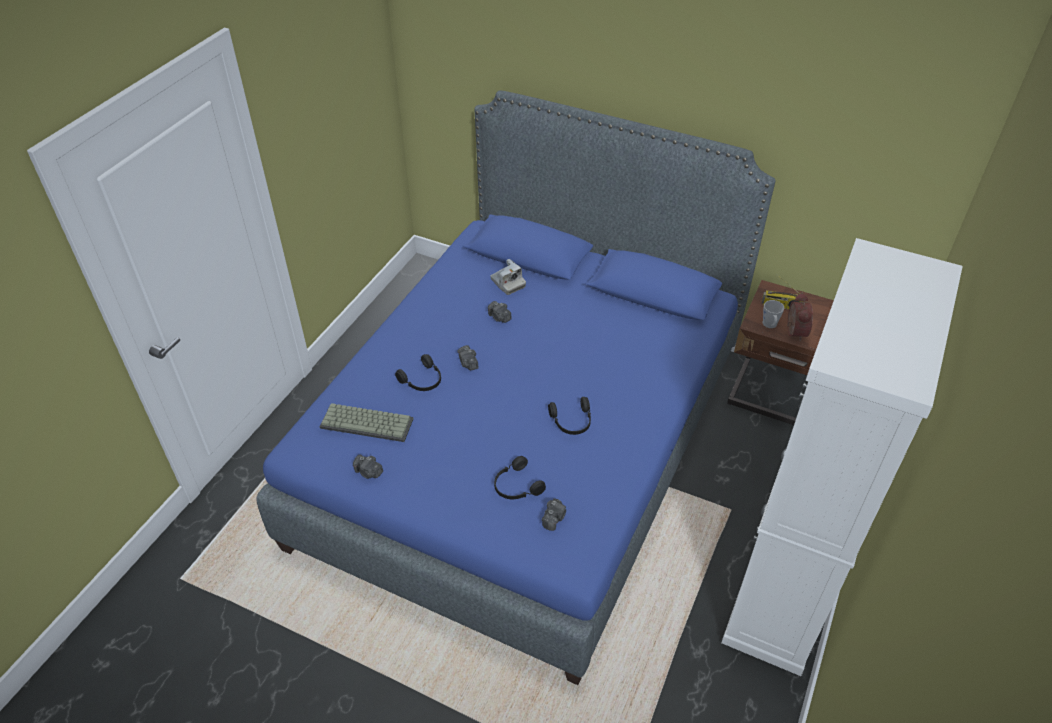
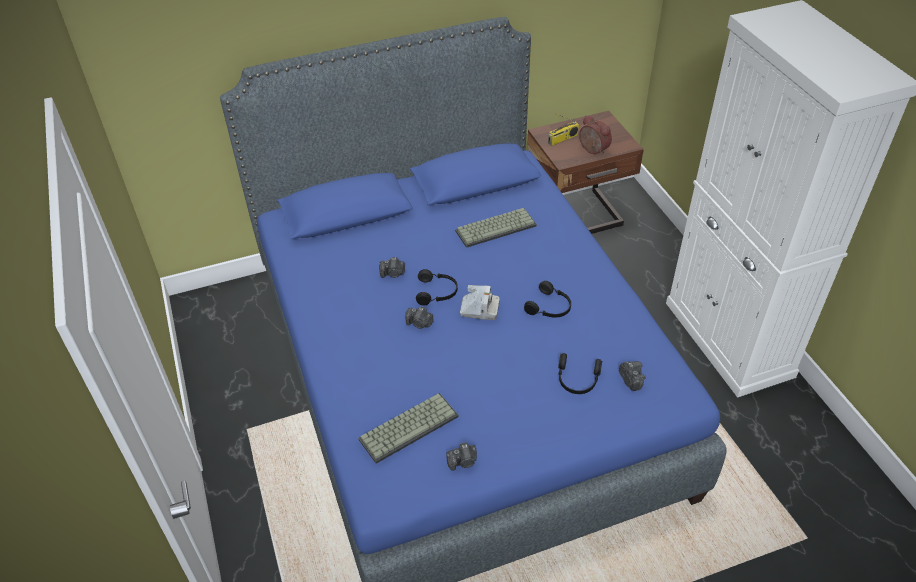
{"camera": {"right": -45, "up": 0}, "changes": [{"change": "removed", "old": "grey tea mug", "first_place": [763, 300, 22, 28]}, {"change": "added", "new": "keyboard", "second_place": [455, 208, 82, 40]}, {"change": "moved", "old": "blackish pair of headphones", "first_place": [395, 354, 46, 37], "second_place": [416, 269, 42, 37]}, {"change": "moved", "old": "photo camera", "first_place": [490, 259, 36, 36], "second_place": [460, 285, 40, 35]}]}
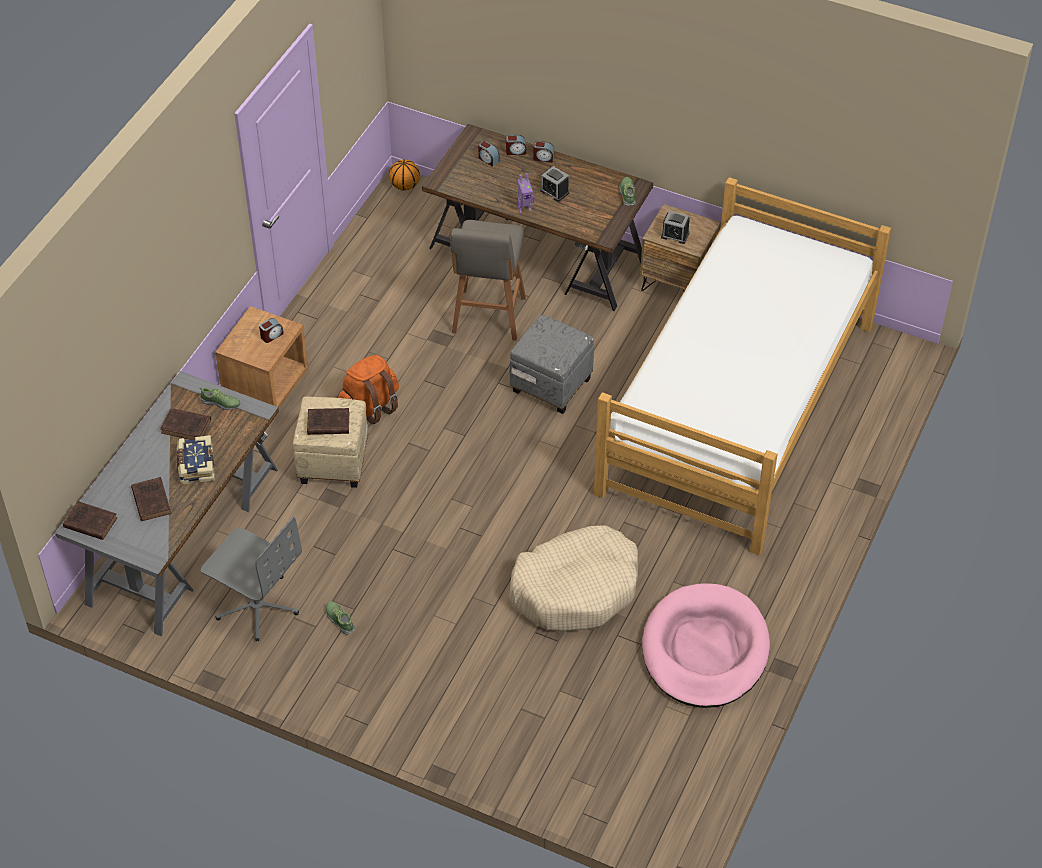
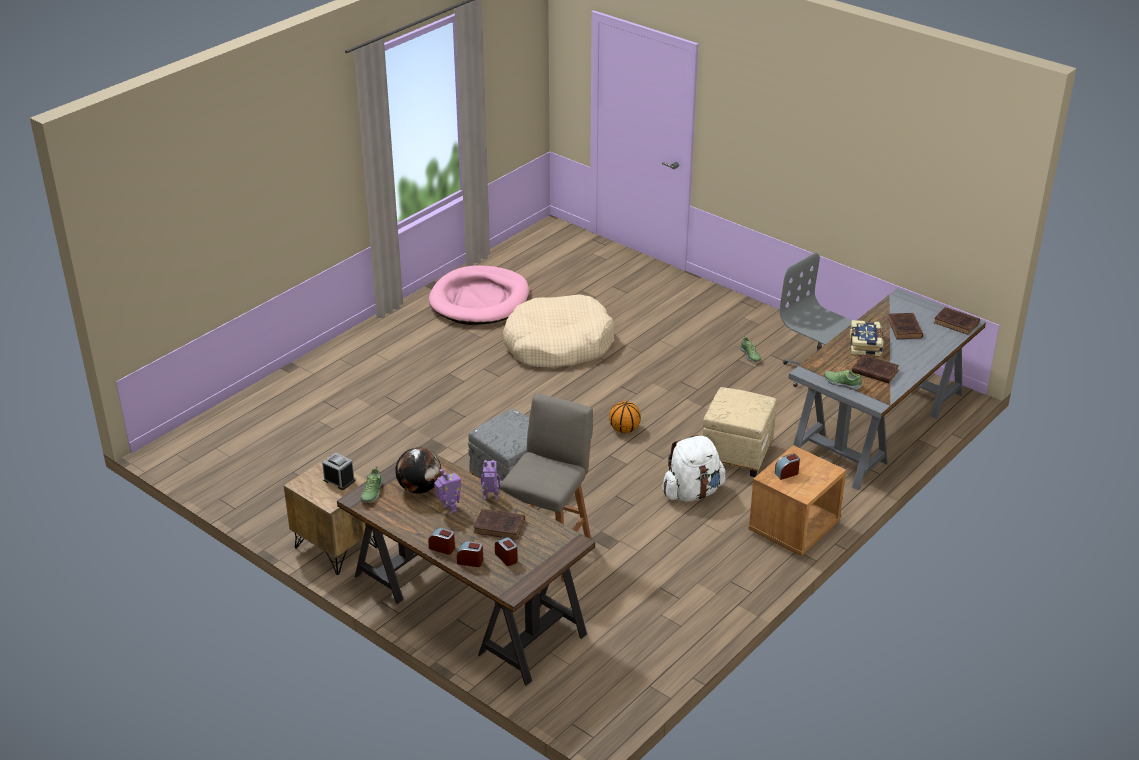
{"camera": {"right": -165, "up": -15}, "changes": [{"change": "removed", "old": "bed", "first_place": [594, 177, 297, 378]}, {"change": "added", "new": "globe", "second_place": [395, 447, 46, 47]}, {"change": "moved", "old": "brown-coloured book", "first_place": [307, 408, 42, 27], "second_place": [473, 509, 52, 31]}, {"change": "moved", "old": "basketball ball", "first_place": [389, 159, 31, 32], "second_place": [609, 401, 32, 32]}, {"change": "replaced", "old": "bedside clock", "new": "robot figure", "first_place": [540, 166, 29, 36], "second_place": [434, 469, 27, 45]}, {"change": "recoloured", "old": "orange-coloured backpack", "new": "whitish backpack", "first_place": [338, 355, 61, 69], "second_place": [662, 435, 63, 67]}]}
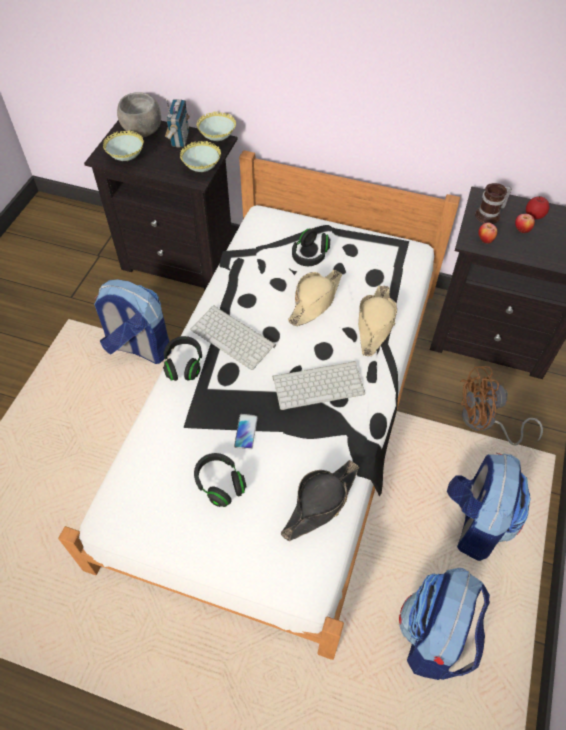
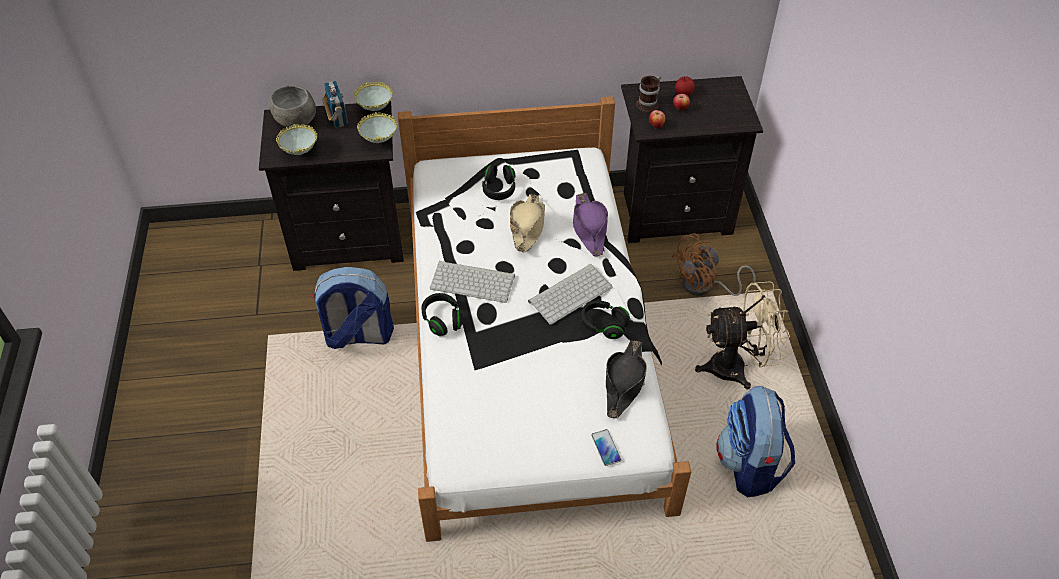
{"camera": {"right": -25, "up": -5}, "changes": [{"change": "moved", "old": "blackish pair of headphones", "first_place": [194, 453, 52, 54], "second_place": [581, 301, 49, 38]}, {"change": "moved", "old": "handset", "first_place": [234, 414, 24, 36], "second_place": [591, 429, 30, 37]}, {"change": "replaced", "old": "backpack", "new": "beige cooling fan", "first_place": [447, 453, 84, 108], "second_place": [695, 281, 95, 108]}, {"change": "recoloured", "old": "beige hat", "new": "purple hat", "first_place": [358, 286, 39, 70], "second_place": [573, 193, 35, 64]}]}
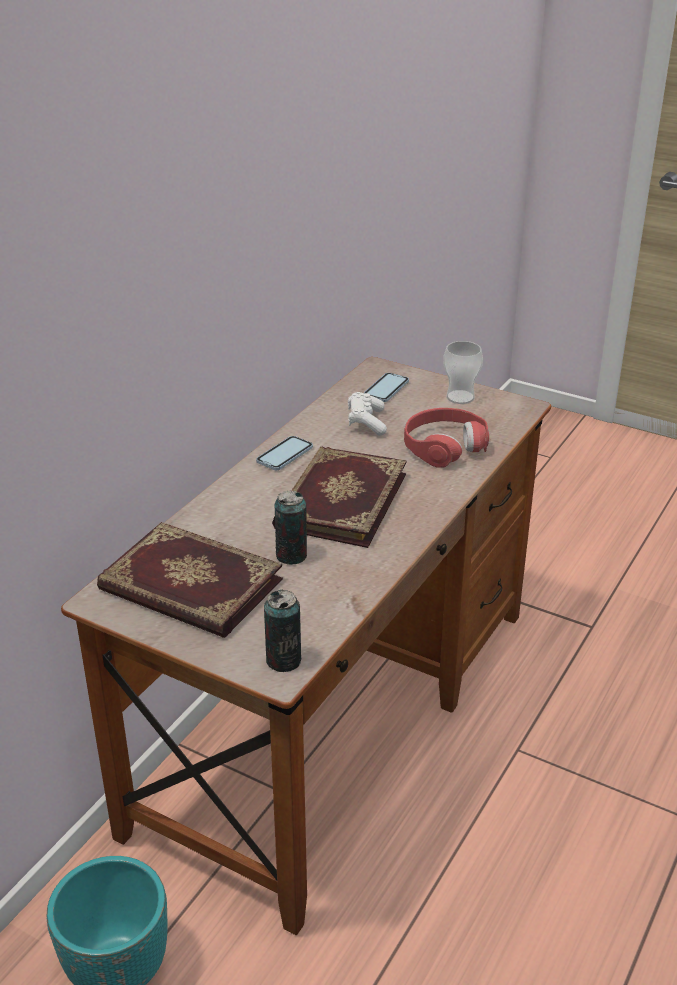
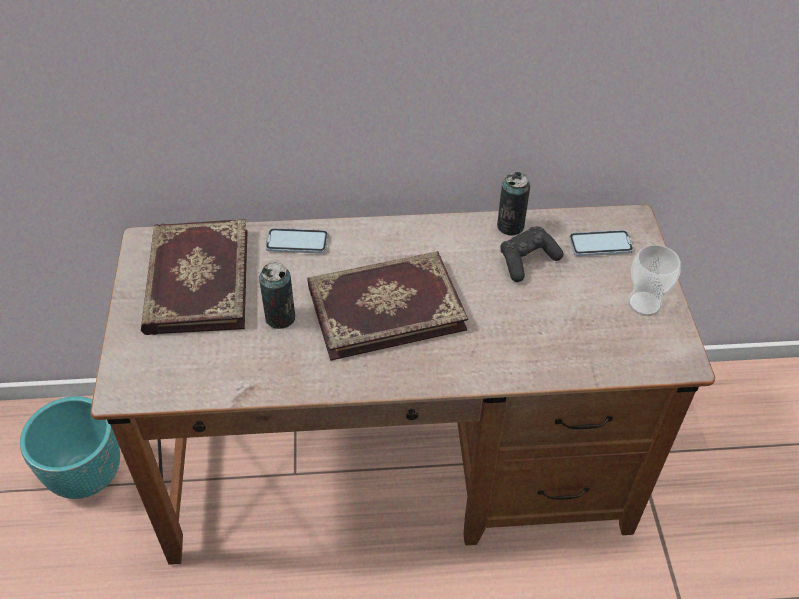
{"camera": {"right": 55, "up": 15}, "changes": [{"change": "removed", "old": "reddish pair of headphones", "first_place": [404, 408, 85, 60]}, {"change": "moved", "old": "handset", "first_place": [256, 436, 57, 34], "second_place": [265, 228, 63, 26]}, {"change": "moved", "old": "sealed can", "first_place": [264, 590, 37, 82], "second_place": [497, 172, 33, 64]}, {"change": "recoloured", "old": "whitish joypad", "new": "blackish joypad", "first_place": [348, 392, 39, 44], "second_place": [500, 226, 63, 56]}]}
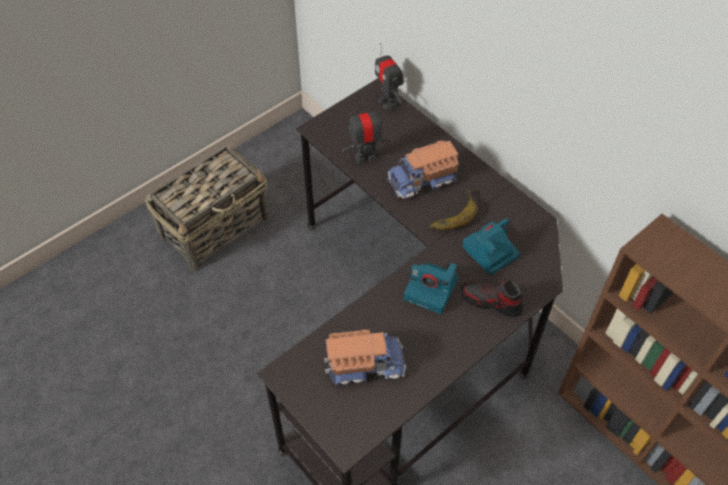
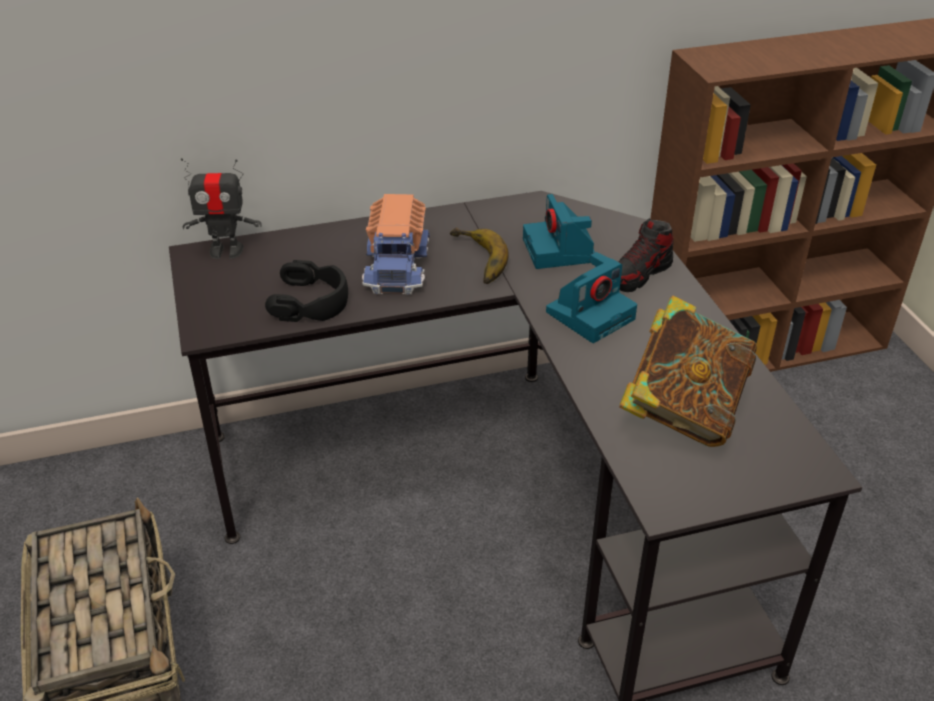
{"camera": {"right": -65, "up": -15}, "changes": [{"change": "replaced", "old": "toy truck", "new": "book", "first_place": [324, 330, 84, 56], "second_place": [619, 296, 138, 151]}, {"change": "replaced", "old": "robot figure", "new": "blackish pair of headphones", "first_place": [342, 104, 48, 60], "second_place": [265, 260, 83, 62]}]}
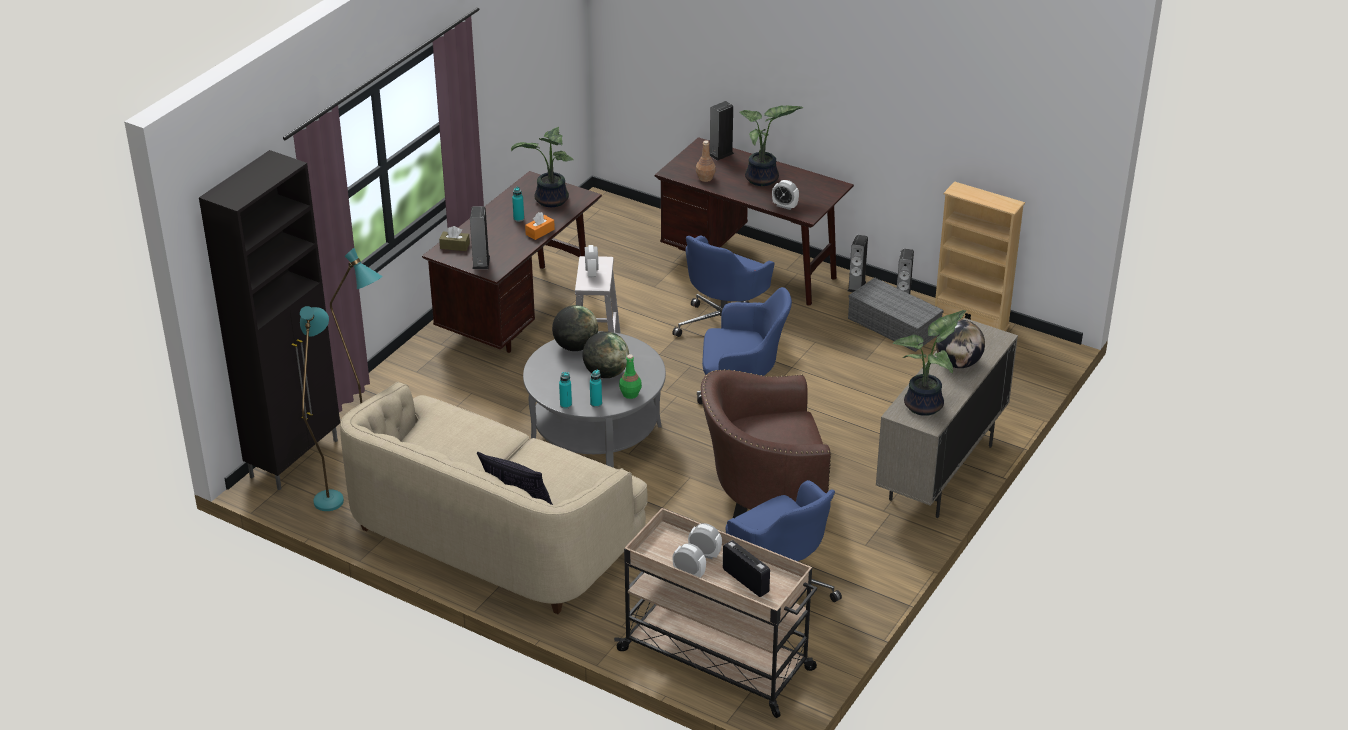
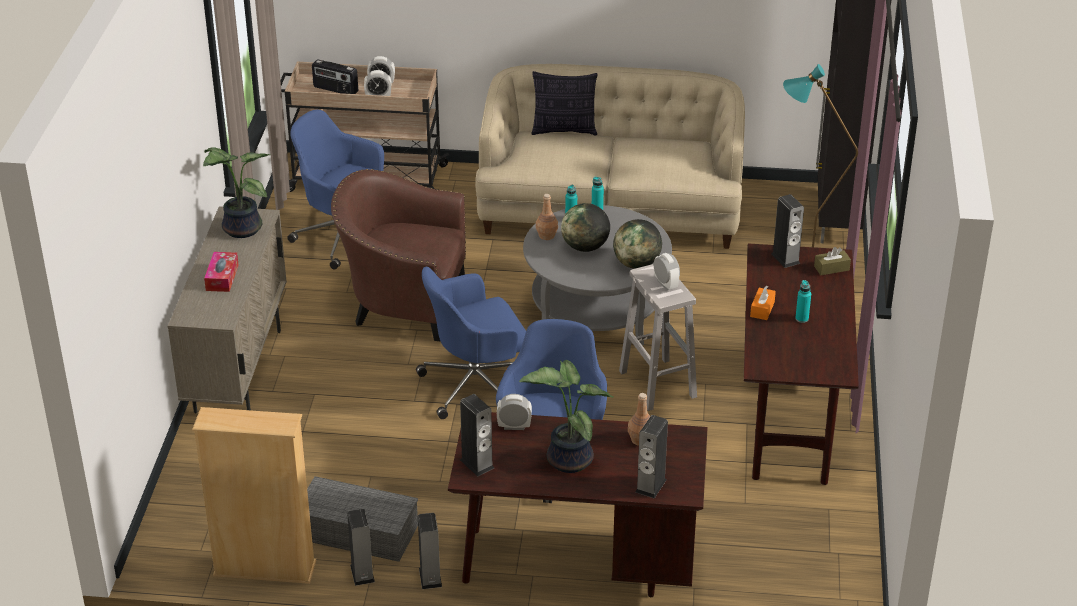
{"camera": {"right": 155, "up": 0}, "changes": [{"change": "removed", "old": "turquoise floor lamp", "first_place": [300, 306, 44, 205]}, {"change": "removed", "old": "potted plant", "first_place": [511, 127, 63, 80]}, {"change": "added", "new": "loudspeaker", "second_place": [460, 394, 34, 82]}, {"change": "replaced", "old": "globe", "new": "tissue box", "first_place": [936, 320, 49, 48], "second_place": [204, 252, 35, 40]}, {"change": "recoloured", "old": "greenish bottle", "new": "brown-coloured bottle", "first_place": [619, 354, 23, 45], "second_place": [536, 194, 22, 46]}, {"change": "turned", "old": "brown-coloured armchair", "first_place": [701, 369, 130, 149], "second_place": [331, 169, 135, 172], "degrees": -135}]}
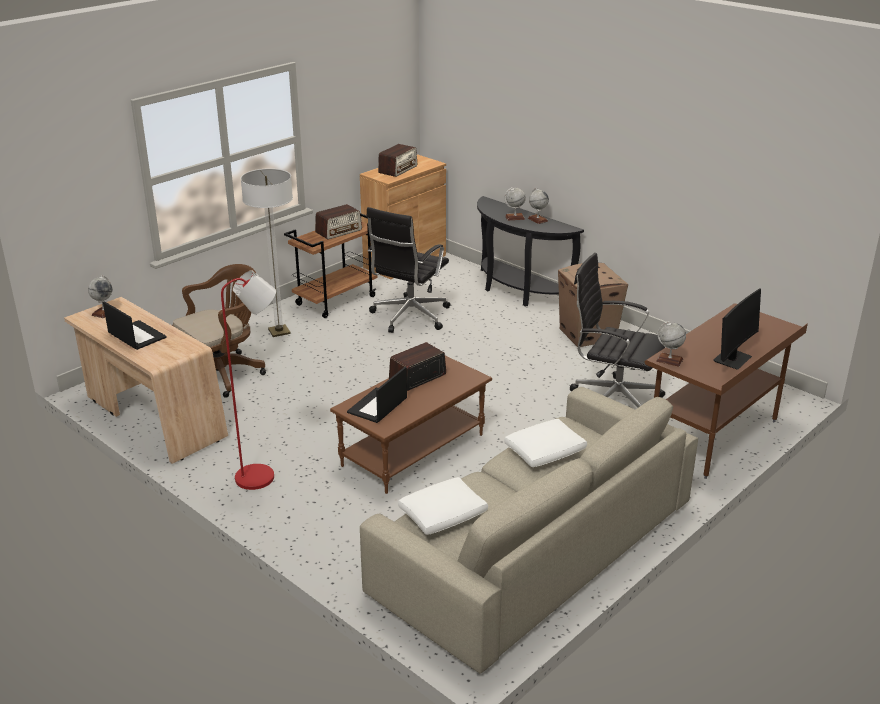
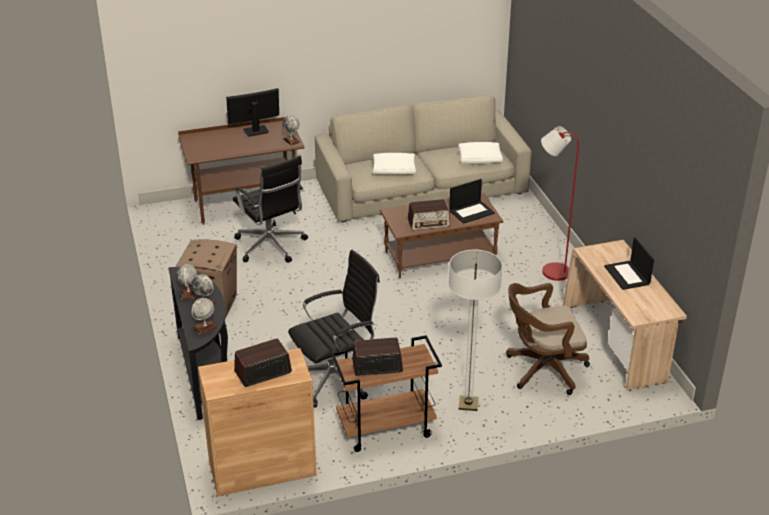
{"camera": {"right": -150, "up": 5}, "changes": [{"change": "moved", "old": "globe", "first_place": [88, 275, 26, 43], "second_place": [191, 298, 26, 37]}]}
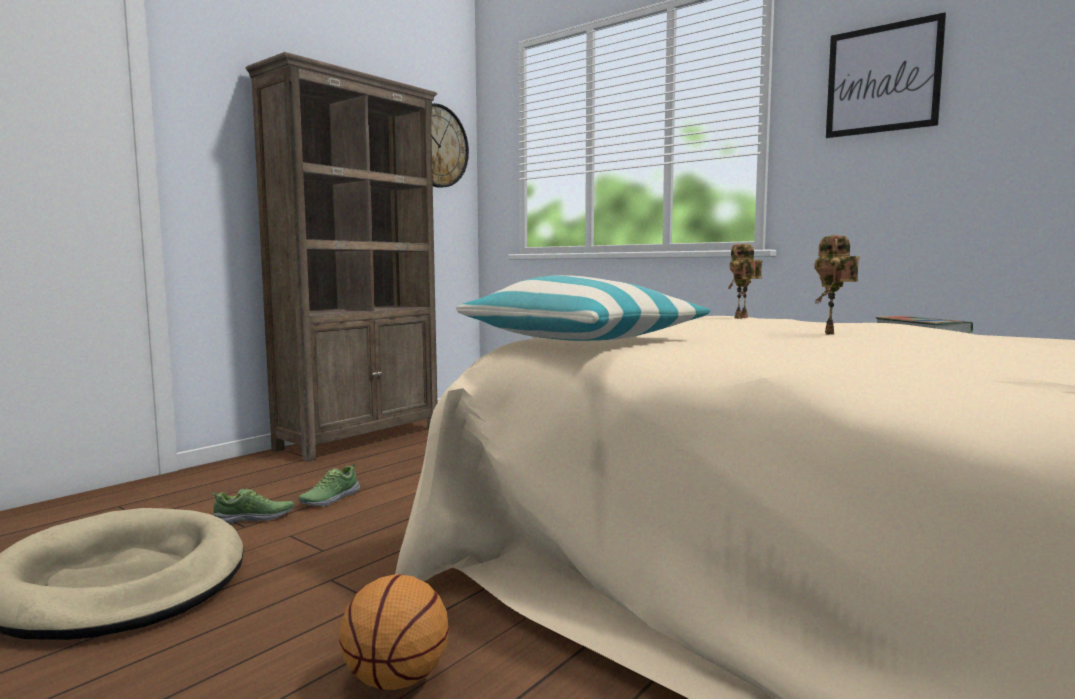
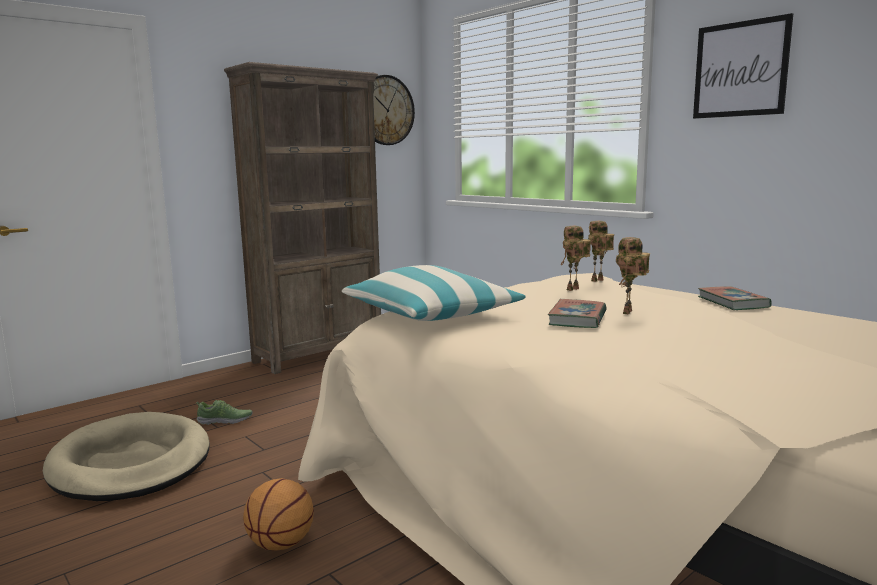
{"camera": {"right": 10, "up": 5}, "changes": [{"change": "removed", "old": "low shoe", "first_place": [298, 464, 62, 42]}, {"change": "added", "new": "book", "second_place": [548, 299, 58, 29]}, {"change": "added", "new": "robot figure", "second_place": [561, 226, 30, 65]}]}
